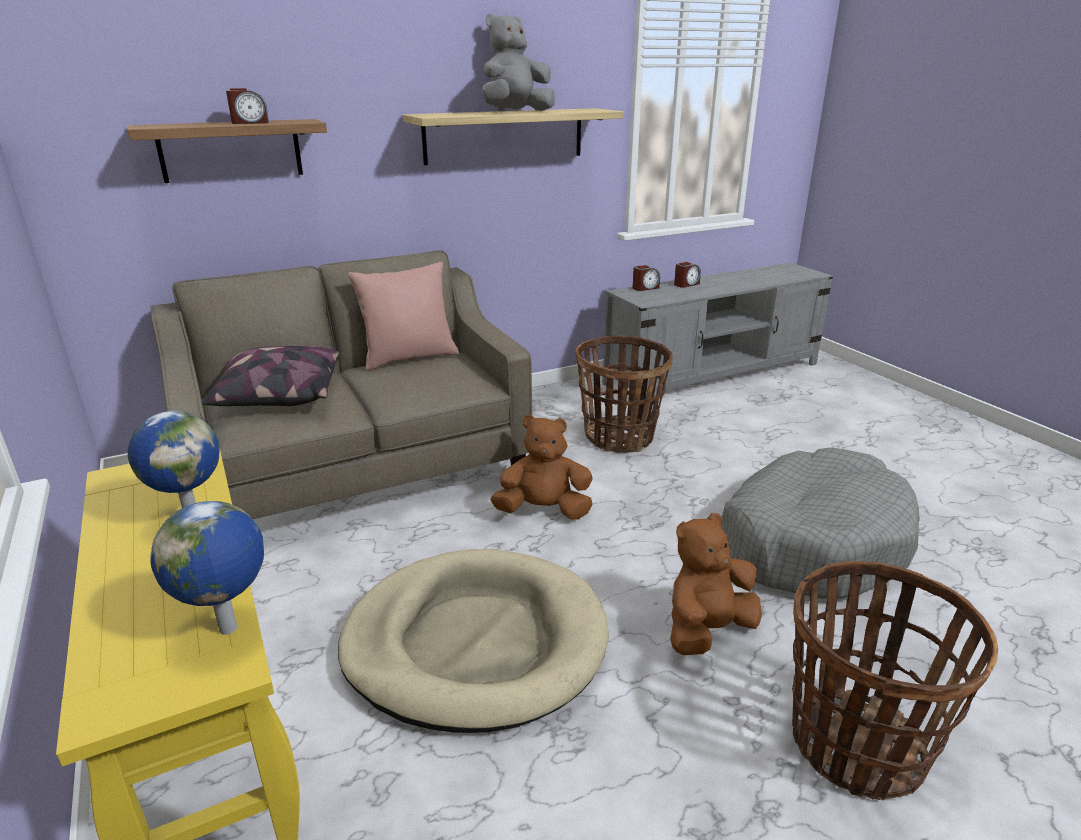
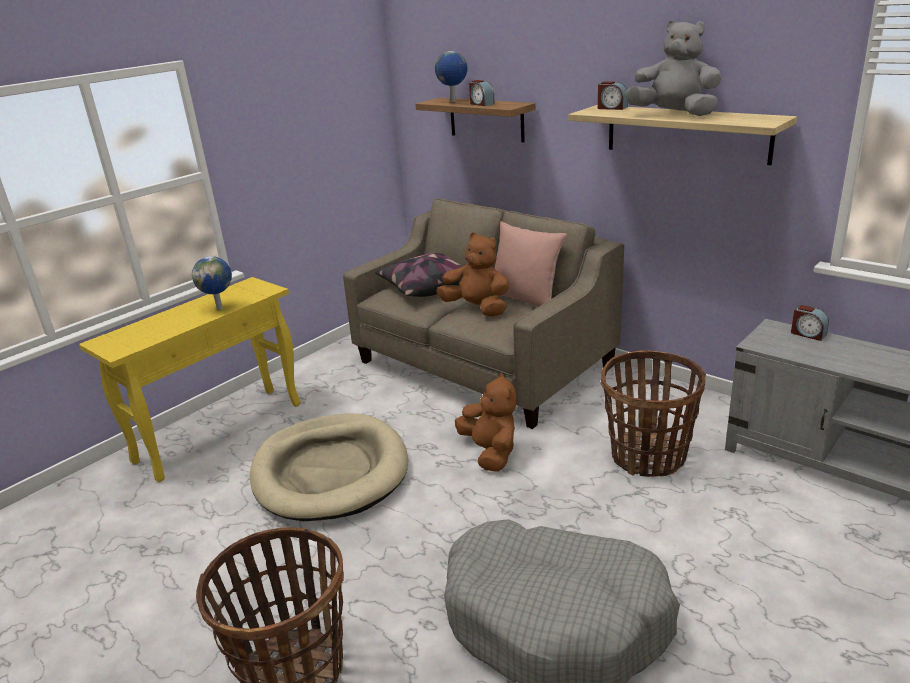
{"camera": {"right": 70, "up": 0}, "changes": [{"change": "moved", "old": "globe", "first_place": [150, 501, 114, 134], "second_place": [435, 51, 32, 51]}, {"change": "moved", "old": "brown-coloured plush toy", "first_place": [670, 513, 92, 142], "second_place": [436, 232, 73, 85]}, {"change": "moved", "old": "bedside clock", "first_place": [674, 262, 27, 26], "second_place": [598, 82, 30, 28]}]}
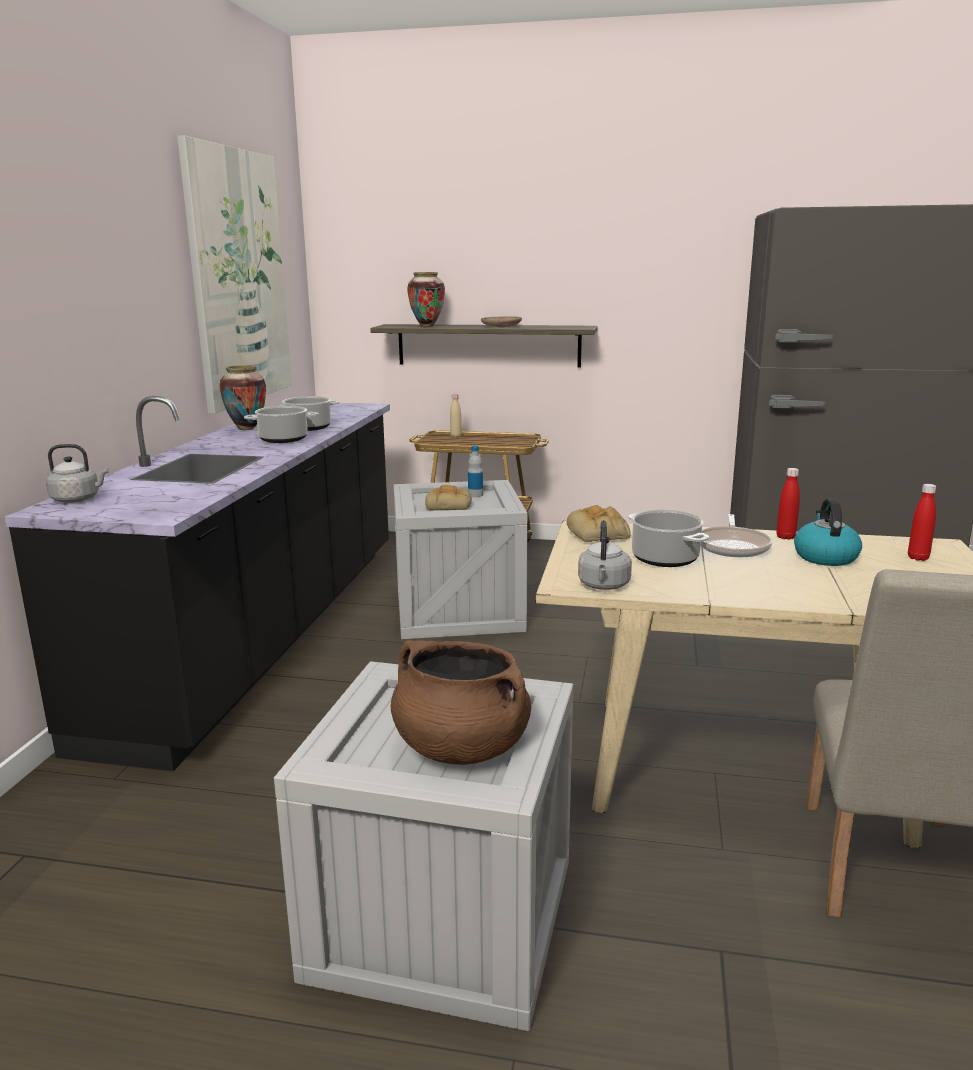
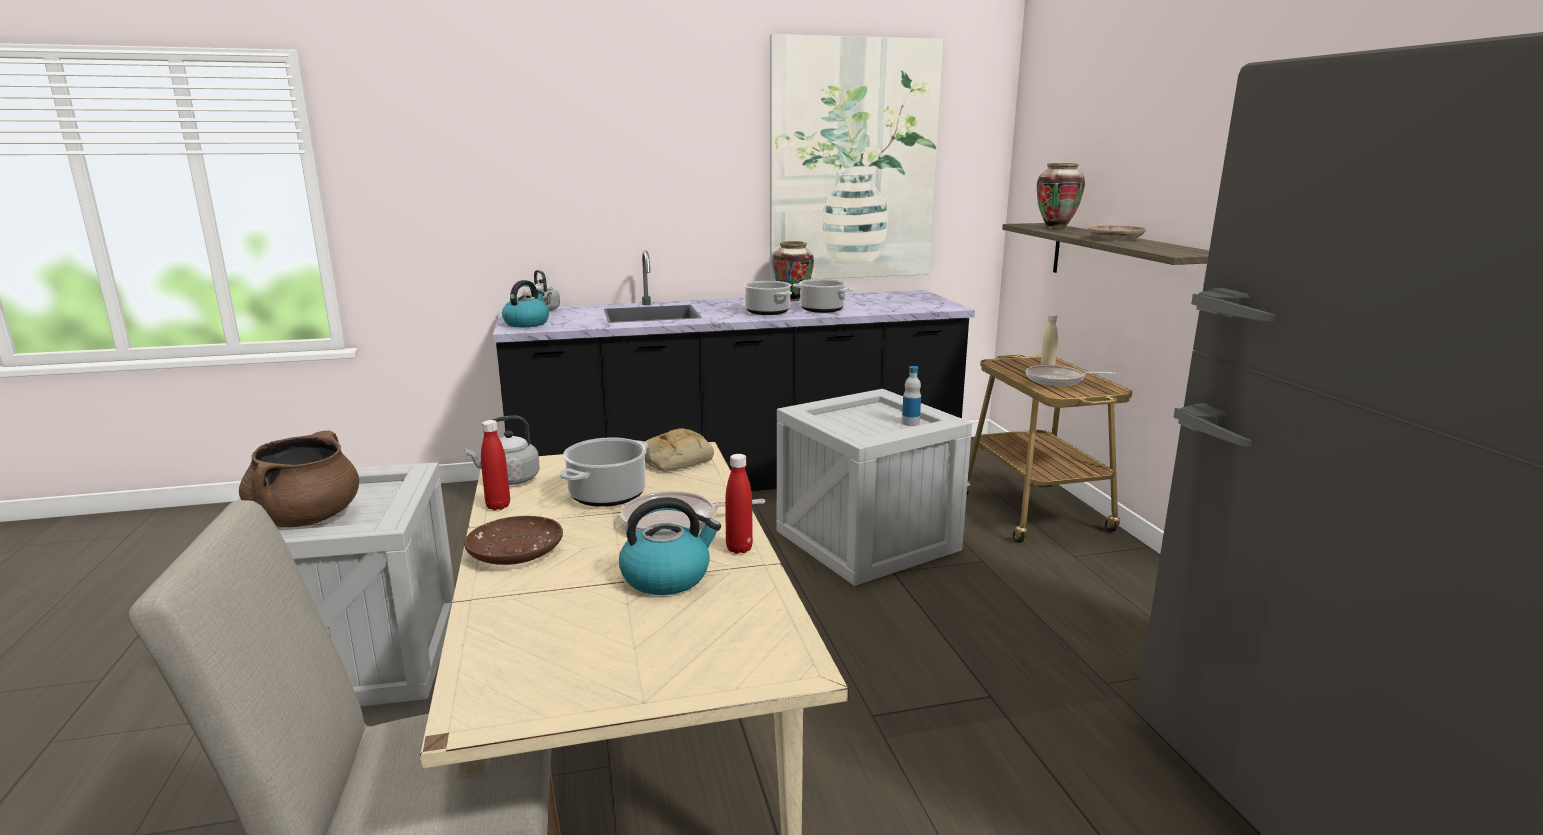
{"camera": {"right": 65, "up": 0}, "changes": [{"change": "removed", "old": "bakery bread", "first_place": [425, 485, 47, 25]}, {"change": "added", "new": "brown-coloured plate", "second_place": [464, 516, 99, 49]}, {"change": "added", "new": "water kettle", "second_place": [502, 280, 47, 47]}, {"change": "added", "new": "skillet", "second_place": [1026, 365, 90, 21]}, {"change": "moved", "old": "reddish bottle", "first_place": [908, 484, 28, 77], "second_place": [481, 420, 29, 90]}]}
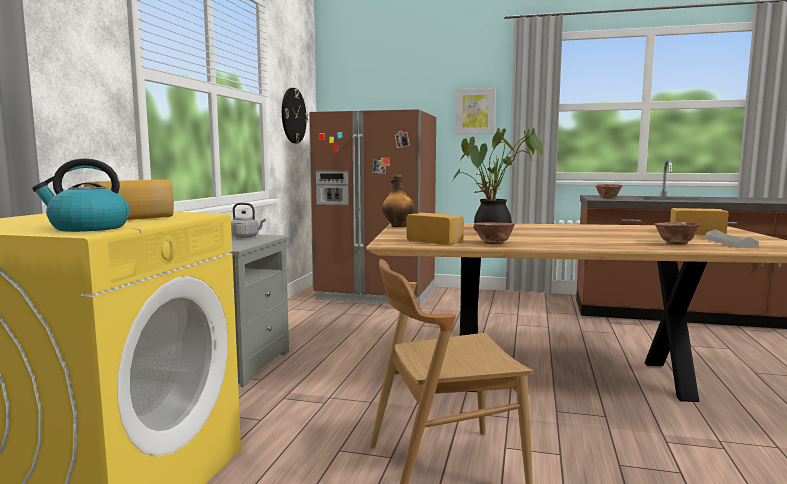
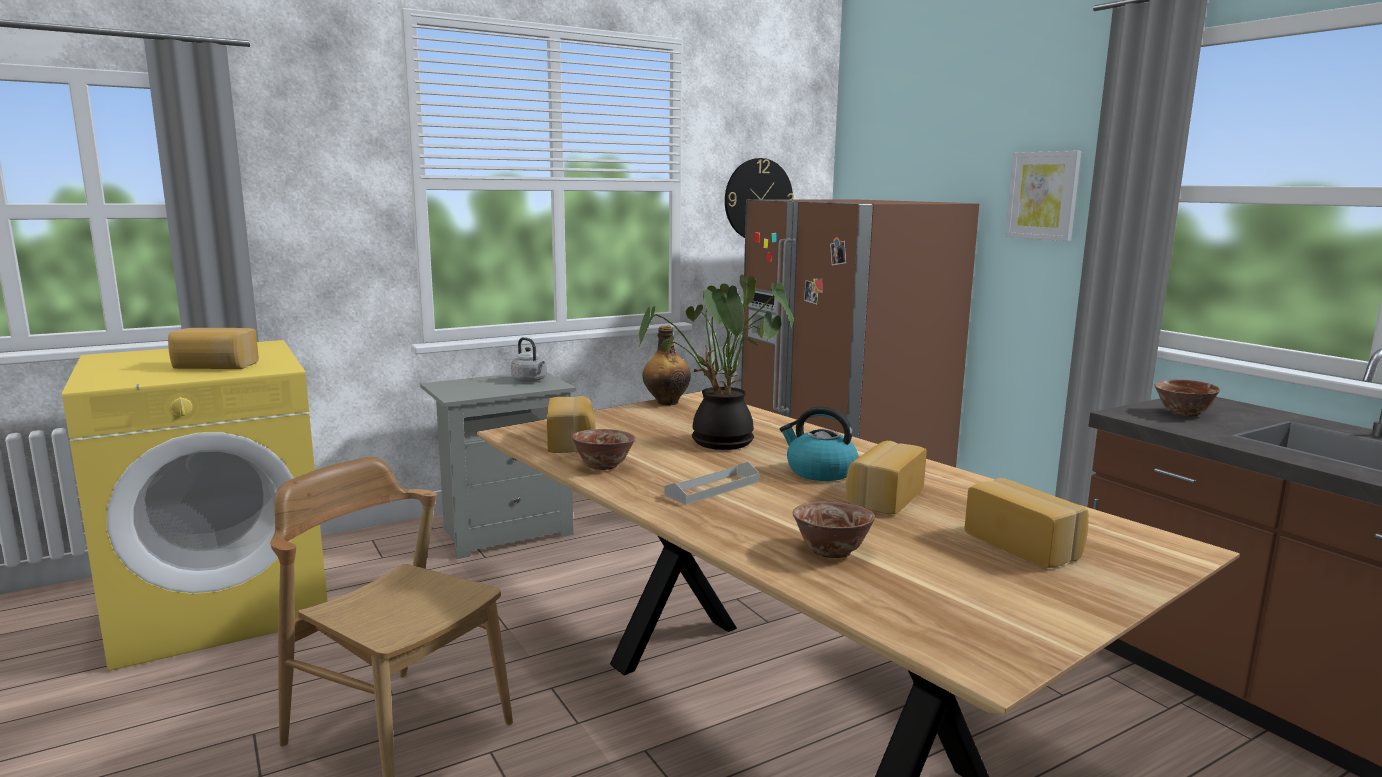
{"camera": {"right": 45, "up": 5}, "changes": [{"change": "added", "new": "bakery bread", "second_place": [846, 441, 81, 73]}, {"change": "moved", "old": "water kettle", "first_place": [32, 159, 97, 73], "second_place": [780, 406, 78, 75]}, {"change": "moved", "old": "grey serving tray", "first_place": [705, 229, 54, 19], "second_place": [665, 462, 94, 43]}]}
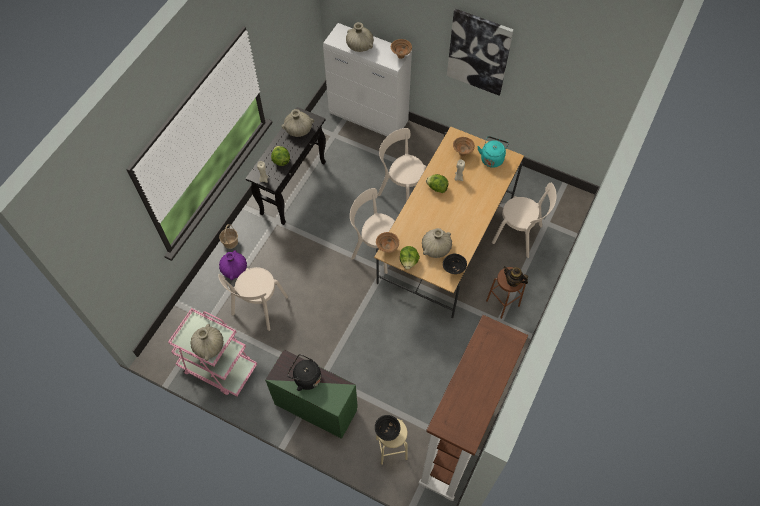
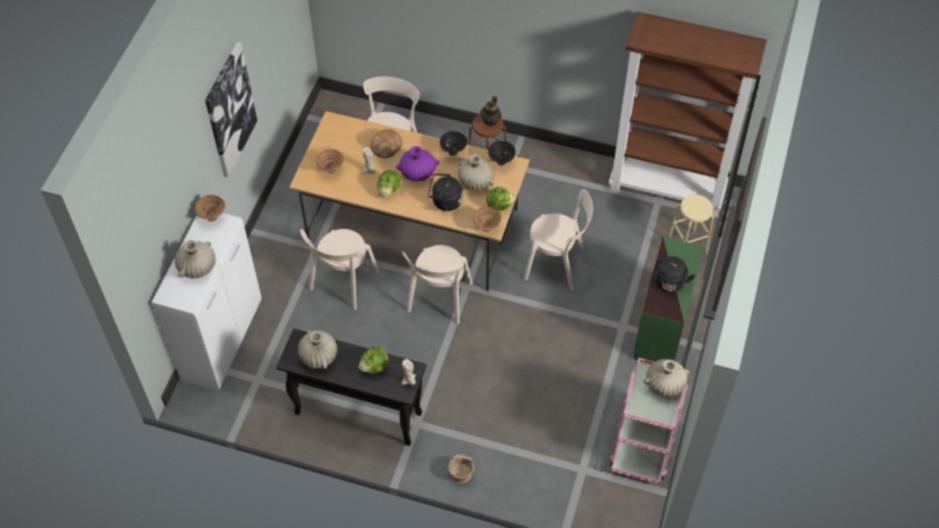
{"camera": {"right": -100, "up": -5}, "changes": [{"change": "removed", "old": "turquoise water kettle", "first_place": [477, 136, 32, 32]}, {"change": "added", "new": "bakery bread", "second_place": [370, 129, 32, 29]}, {"change": "added", "new": "blackish water kettle", "second_place": [428, 173, 35, 38]}, {"change": "moved", "old": "beige chair", "first_place": [218, 267, 70, 64], "second_place": [523, 189, 70, 101]}, {"change": "moved", "old": "purple flower vase", "first_place": [219, 250, 28, 30], "second_place": [396, 146, 43, 35]}, {"change": "moved", "old": "blackish serving bowl", "first_place": [375, 415, 25, 26], "second_place": [440, 131, 27, 25]}]}
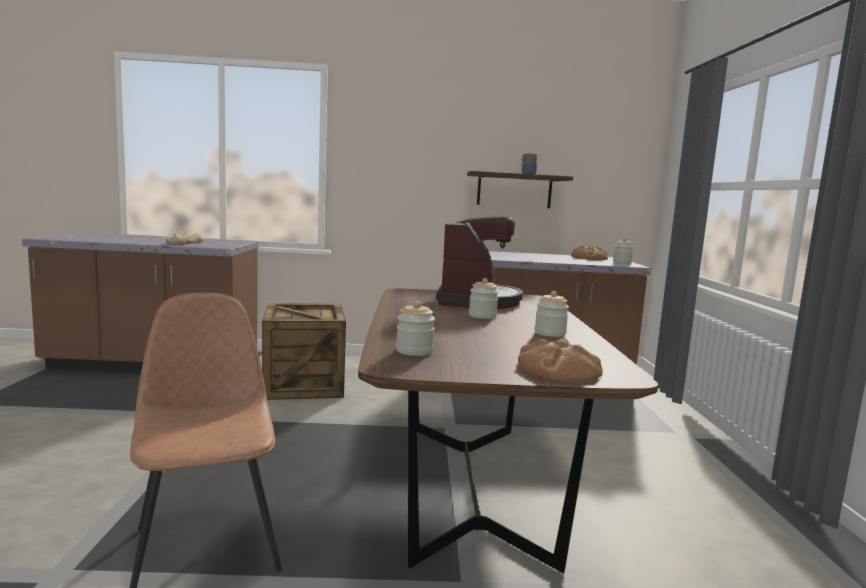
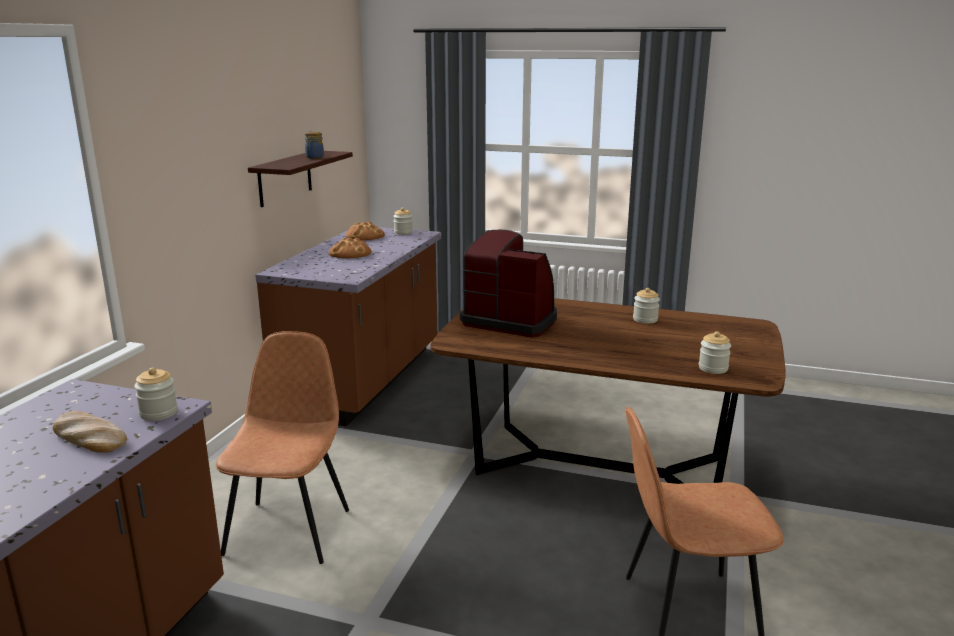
{"camera": {"right": -70, "up": 10}, "changes": [{"change": "moved", "old": "preserve jar", "first_place": [469, 278, 30, 41], "second_place": [134, 368, 44, 53]}, {"change": "moved", "old": "bakery bread", "first_place": [518, 338, 85, 43], "second_place": [328, 238, 44, 20]}, {"change": "replaced", "old": "packing crate", "new": "brown-coloured chair", "first_place": [262, 303, 84, 97], "second_place": [216, 331, 133, 233]}]}
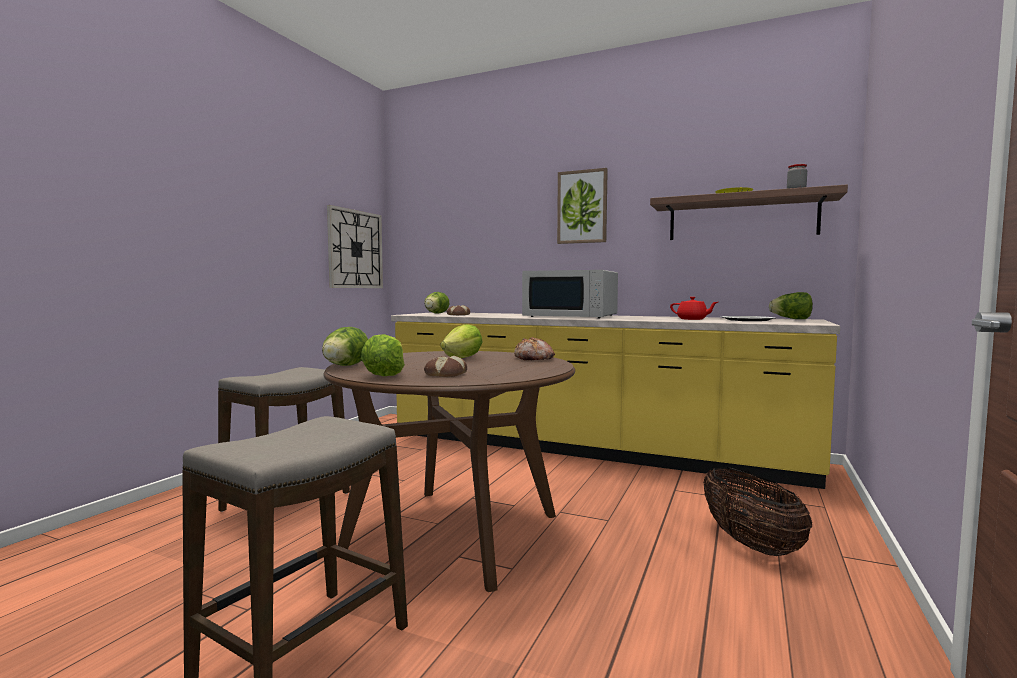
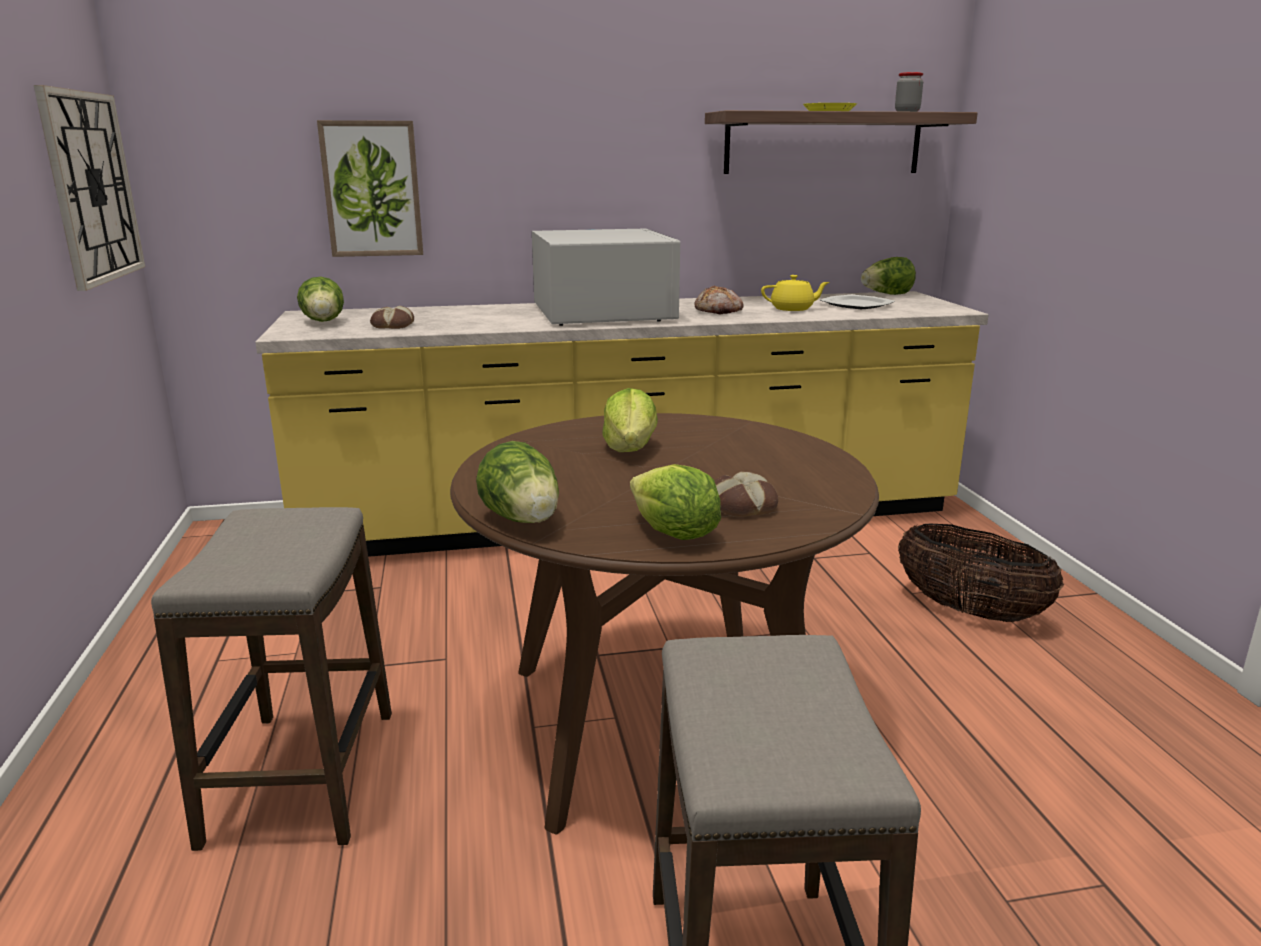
{"camera": {"right": -35, "up": 15}, "changes": [{"change": "moved", "old": "bakery bread", "first_place": [514, 337, 41, 24], "second_place": [694, 285, 50, 29]}, {"change": "moved", "old": "wall art", "first_place": [557, 168, 51, 76], "second_place": [317, 120, 106, 137]}, {"change": "recoloured", "old": "reddish tea pot", "new": "yellow tea pot", "first_place": [670, 297, 48, 23], "second_place": [761, 275, 68, 36]}, {"change": "turned", "old": "whitish microwave oven", "first_place": [522, 270, 96, 48], "second_place": [532, 229, 148, 97], "degrees": -90}]}
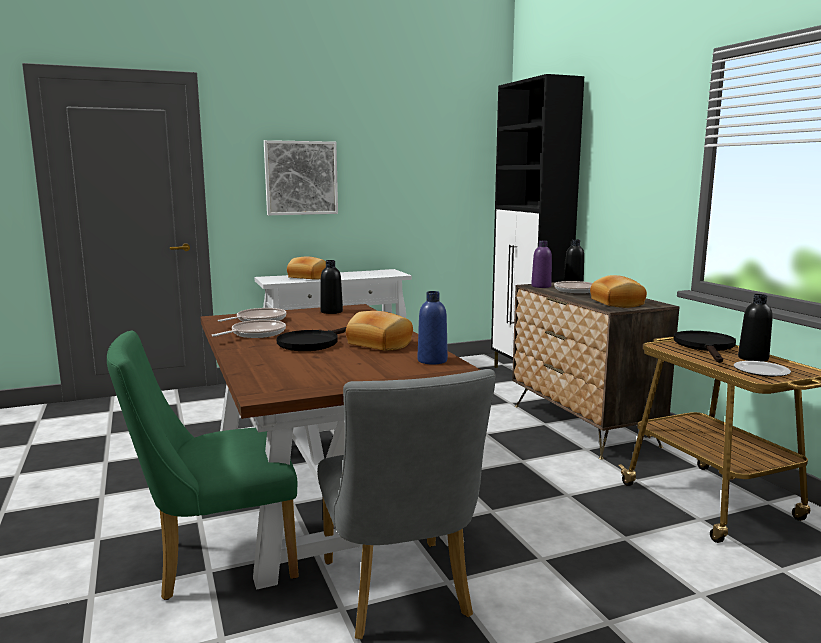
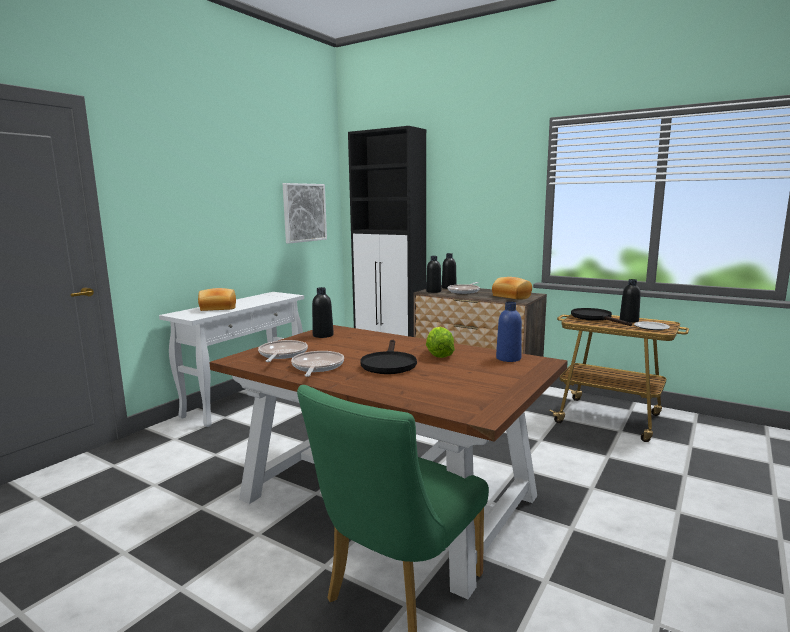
{"camera": {"right": -35, "up": 0}, "changes": [{"change": "removed", "old": "grey chair", "first_place": [317, 369, 179, 270]}, {"change": "moved", "old": "wall art", "first_place": [264, 140, 74, 75], "second_place": [283, 183, 44, 60]}, {"change": "replaced", "old": "bakery bread", "new": "lettuce head", "first_place": [346, 311, 67, 39], "second_place": [426, 327, 29, 31]}, {"change": "recoloured", "old": "purple bottle", "new": "blackish bottle", "first_place": [531, 240, 21, 48], "second_place": [426, 256, 15, 37]}]}
